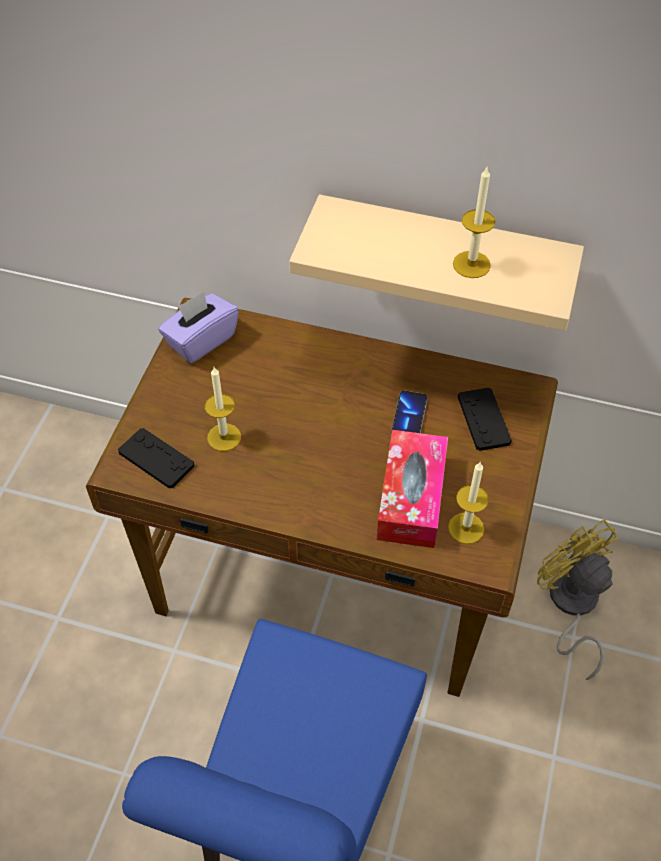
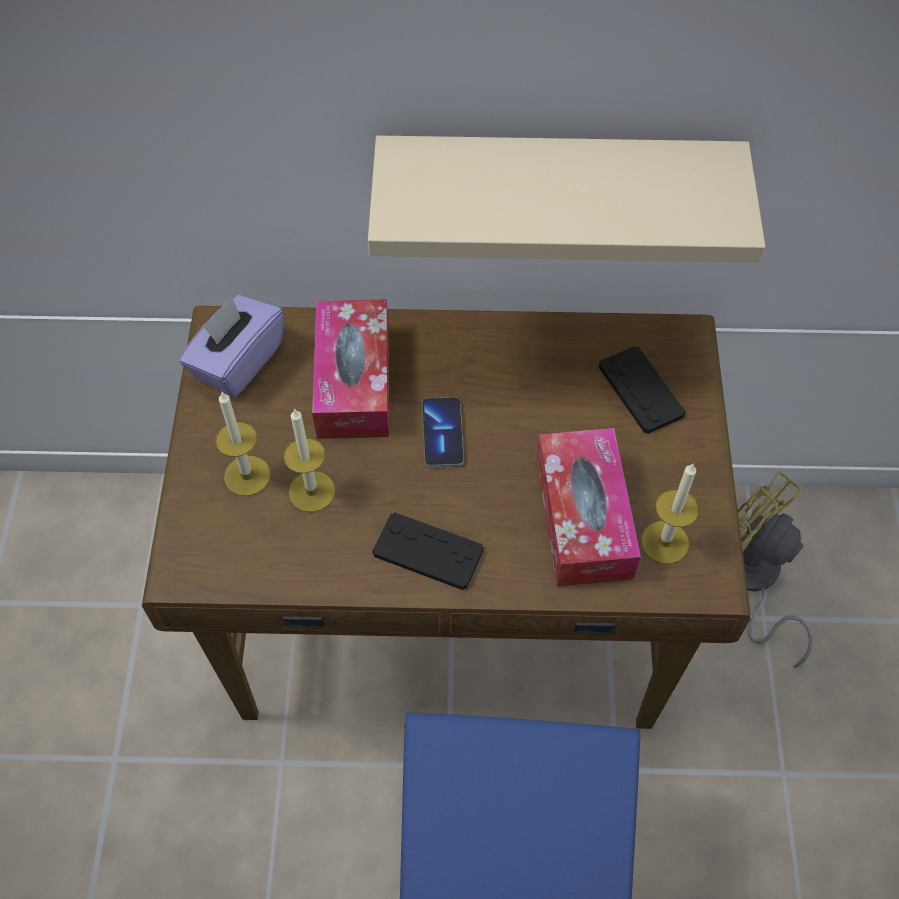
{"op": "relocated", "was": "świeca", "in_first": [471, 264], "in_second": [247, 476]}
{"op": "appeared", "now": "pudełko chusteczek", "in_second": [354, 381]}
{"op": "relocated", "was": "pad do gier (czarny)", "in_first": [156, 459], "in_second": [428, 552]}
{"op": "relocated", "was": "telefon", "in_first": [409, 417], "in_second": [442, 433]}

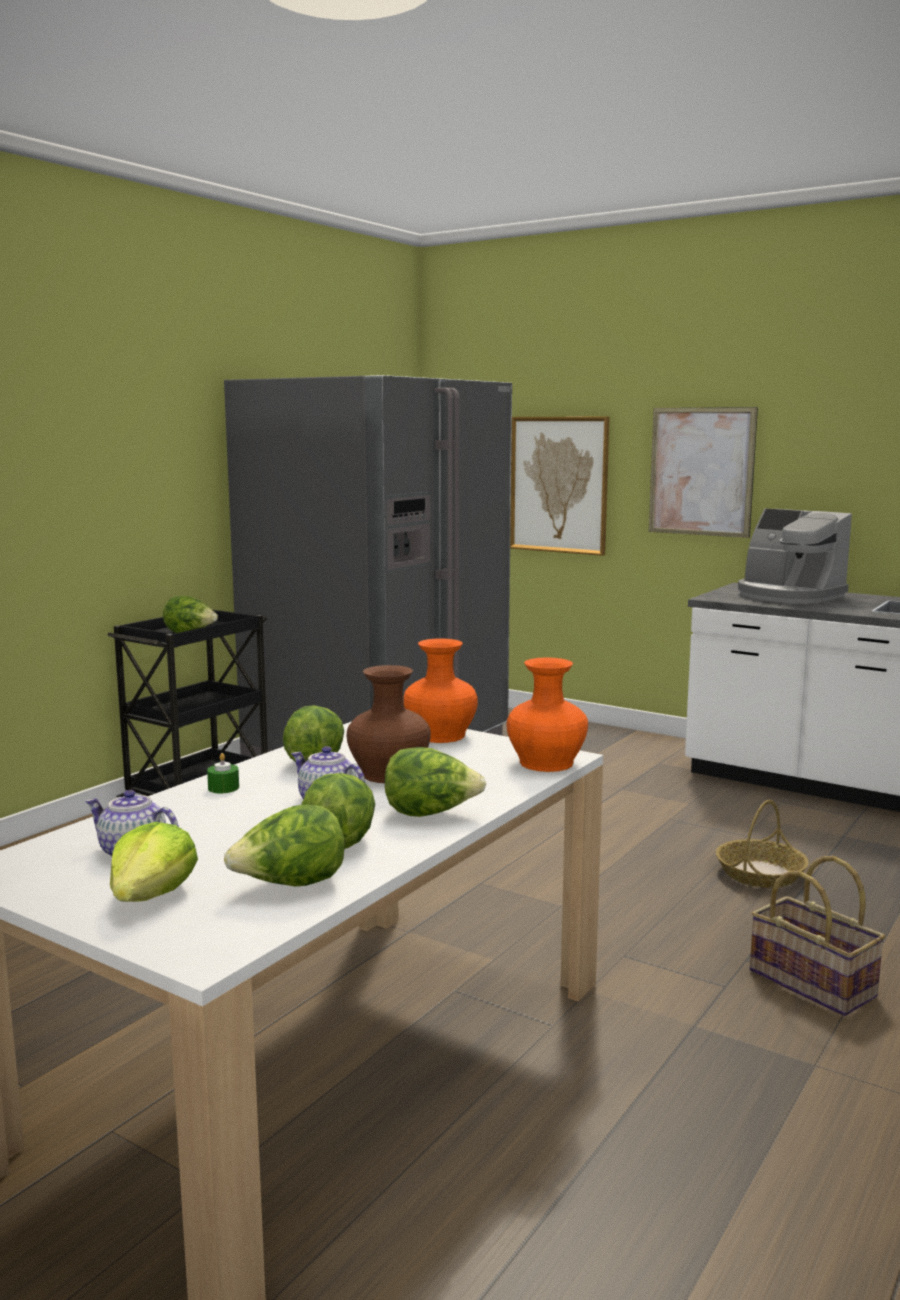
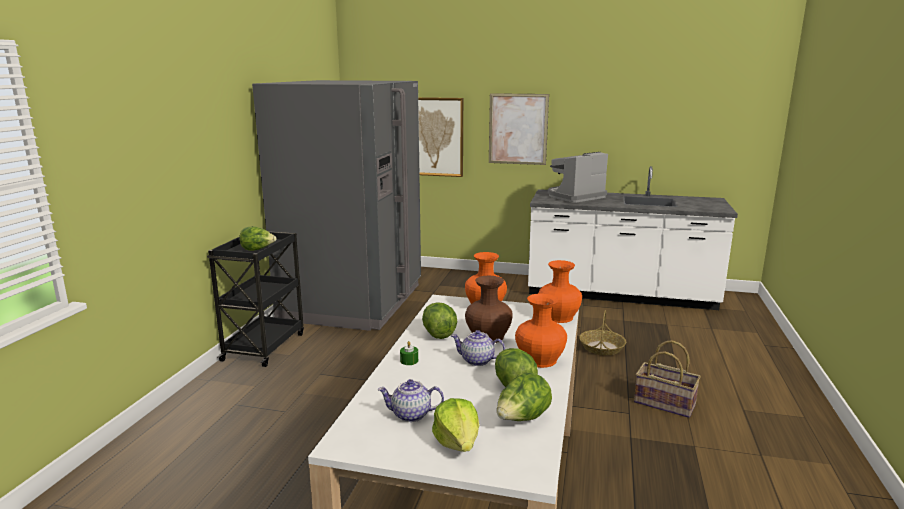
{"op": "exchanged", "was": "sałata", "now": "wazon (pomarańczowy)", "in_first": [430, 814], "in_second": [539, 359]}
{"op": "spun", "was": "ekspres do kawy", "in_first": [788, 596], "in_second": [575, 196], "clockwise": 120}

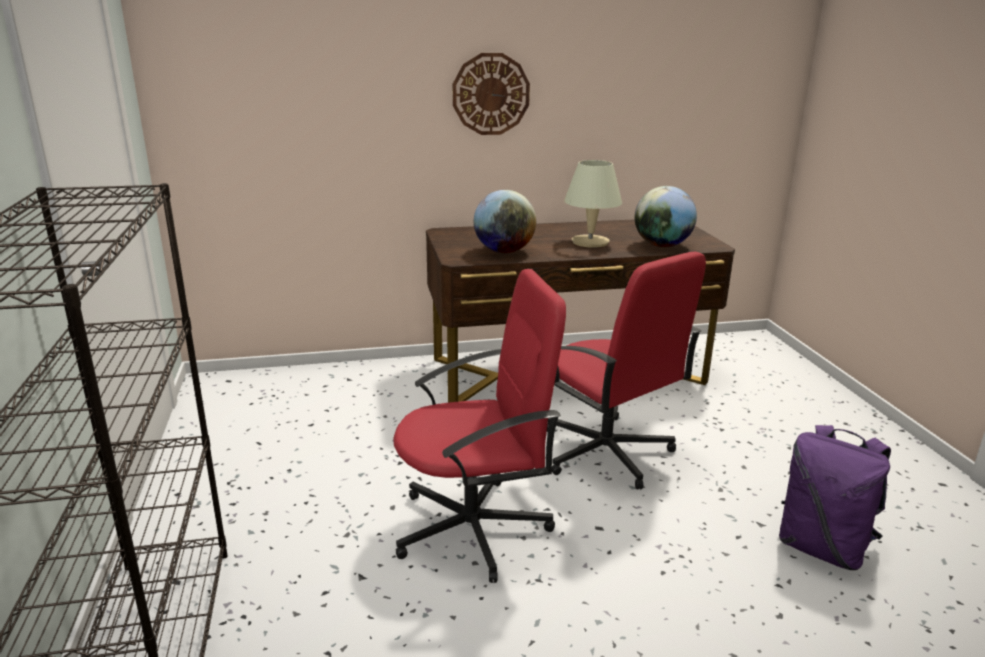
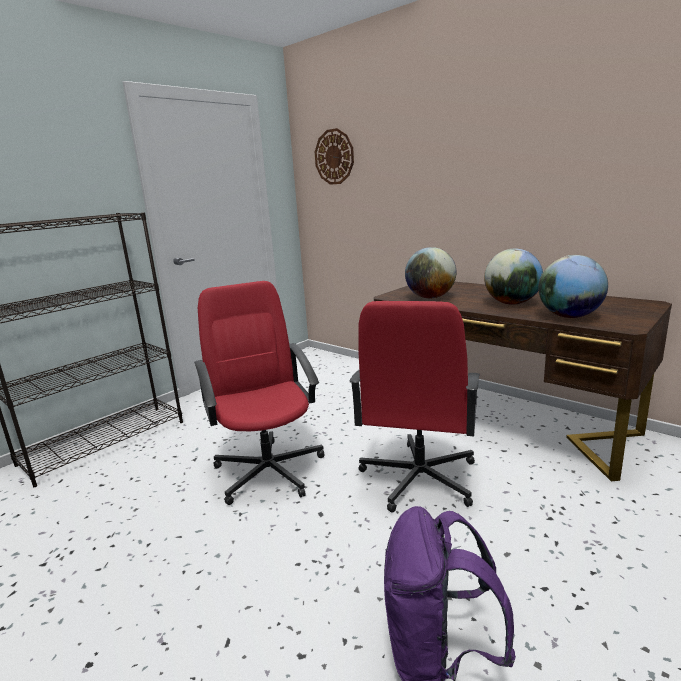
{"op": "spun", "was": "krzesło biurowe (czerwony)", "in_first": [474, 528], "in_second": [269, 470], "clockwise": -150}
{"op": "relocated", "was": "zegar ścienny", "in_first": [491, 94], "in_second": [334, 157]}
{"op": "exchanged", "was": "lampa stołowa (beżowy)", "now": "globus", "in_first": [590, 242], "in_second": [511, 303]}

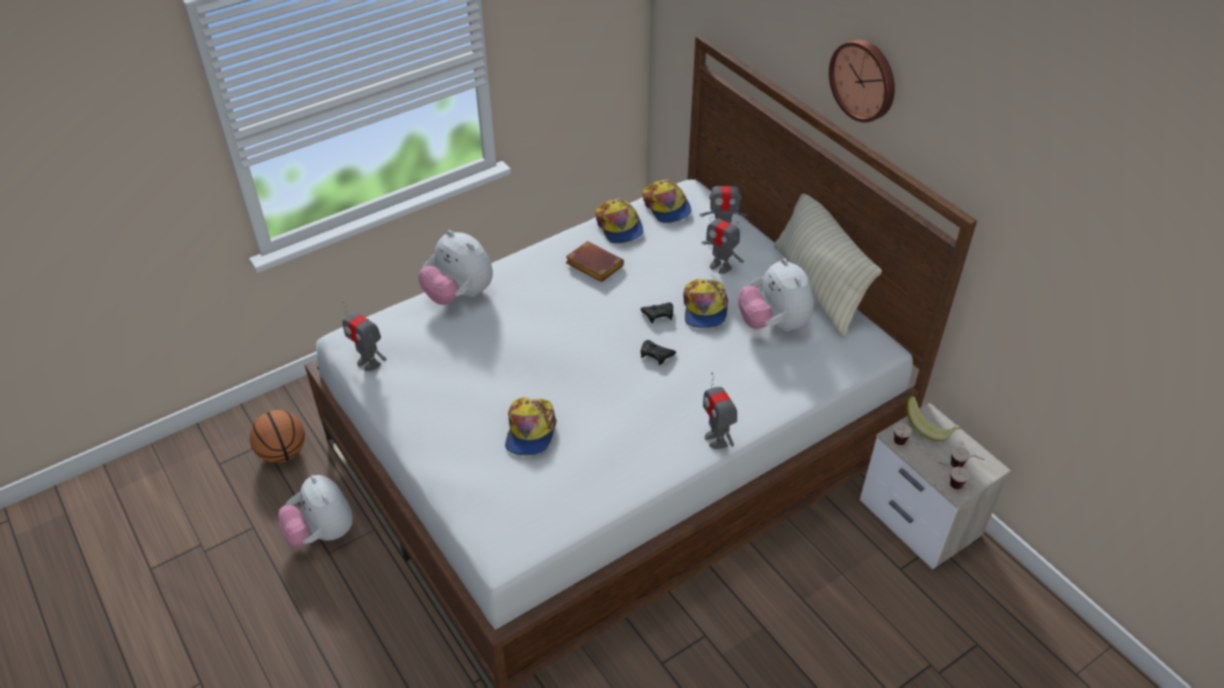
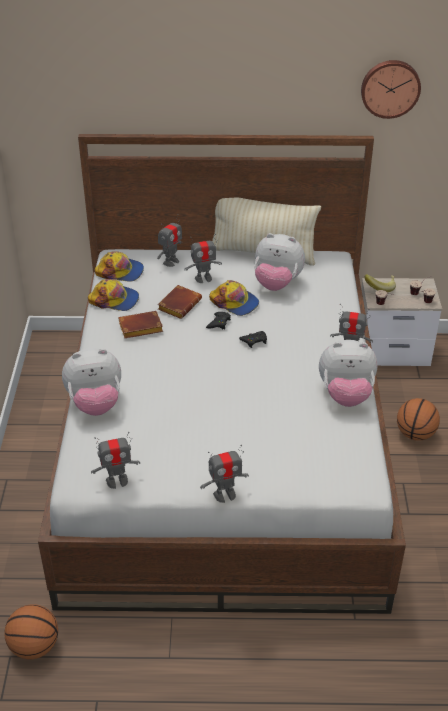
{"op": "appeared", "now": "książka (brązowy)", "in_second": [179, 304]}
{"op": "appeared", "now": "robot zabawkowy", "in_second": [224, 494]}
{"op": "relocated", "was": "pluszak", "in_first": [322, 533], "in_second": [345, 395]}
{"op": "relocated", "was": "zegar ścienny", "in_first": [864, 79], "in_second": [390, 88]}
{"op": "appeared", "now": "piłka do koszykówki", "in_second": [415, 434]}
{"op": "missing", "was": "czapka z daszkiem", "in_first": [530, 431]}

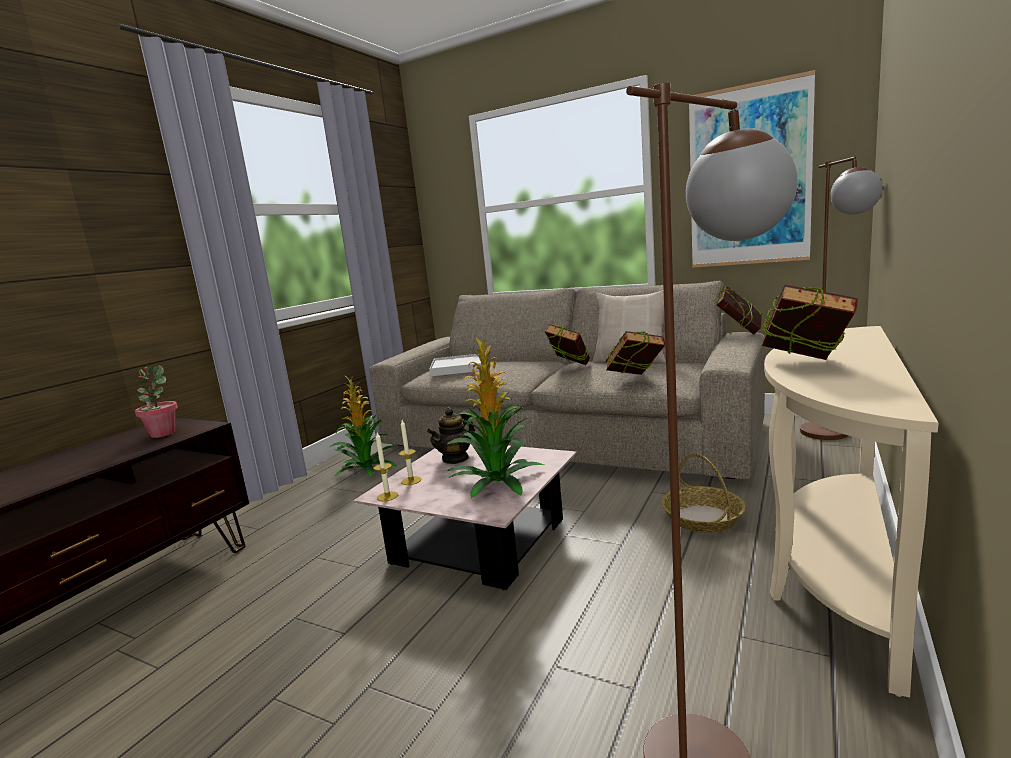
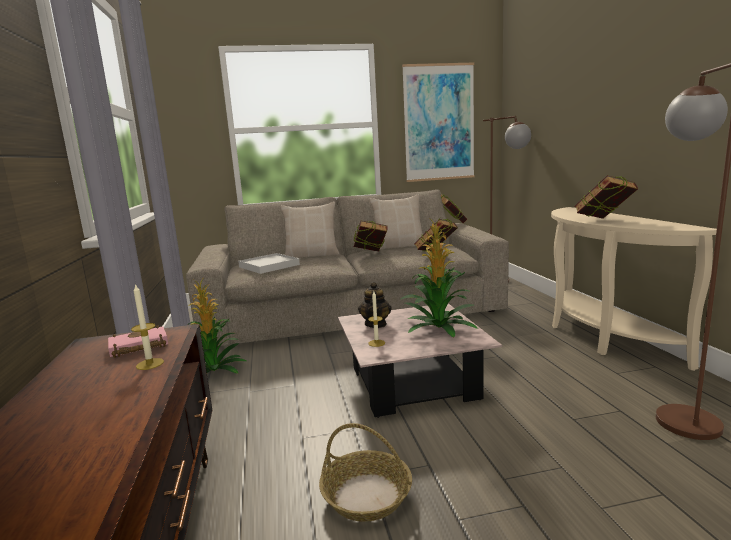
{"op": "exchanged", "was": "roślina doniczkowa", "now": "książka (różowy)", "in_first": [162, 434], "in_second": [137, 347]}
{"op": "relocated", "was": "świeca", "in_first": [387, 496], "in_second": [150, 364]}
{"op": "appeared", "now": "poduszka (beżowy)", "in_second": [312, 255]}
{"op": "relocated", "was": "koszyk", "in_first": [702, 518], "in_second": [366, 495]}

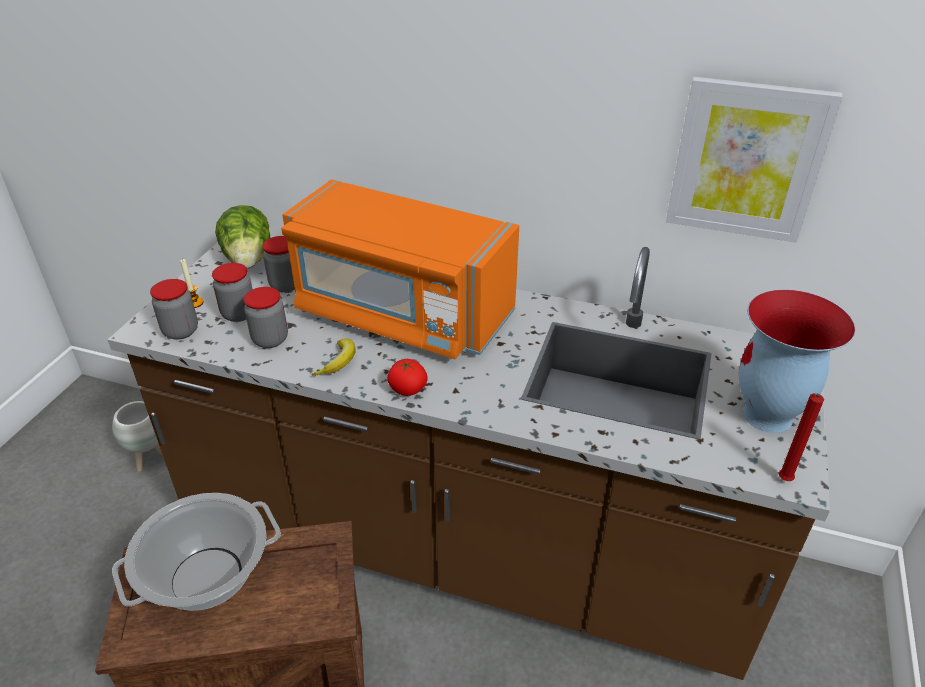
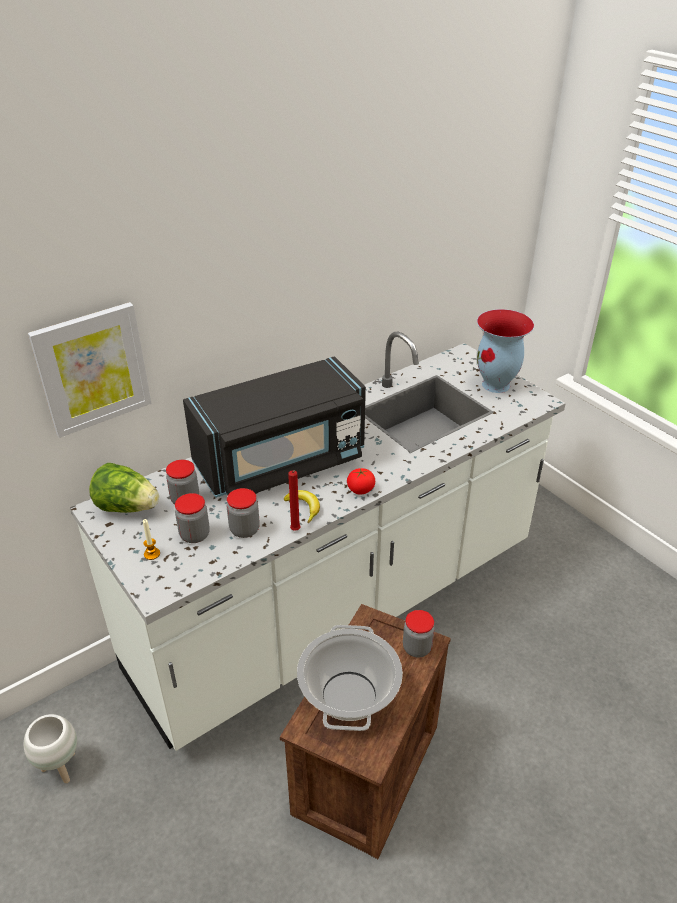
{"op": "relocated", "was": "obraz", "in_first": [747, 160], "in_second": [92, 369]}
{"op": "colour", "was": "zabudowa kuchenna (brązowy)", "now": "zabudowa kuchenna (biały)", "in_first": [462, 546], "in_second": [338, 608]}
{"op": "colour", "was": "mikrofalówka (pomarańczowy)", "now": "mikrofalówka (czarny)", "in_first": [400, 313], "in_second": [281, 462]}
{"op": "relocated", "was": "świeca (czerwony)", "in_first": [783, 481], "in_second": [295, 531]}
{"op": "relocated", "was": "słoik", "in_first": [181, 331], "in_second": [417, 648]}

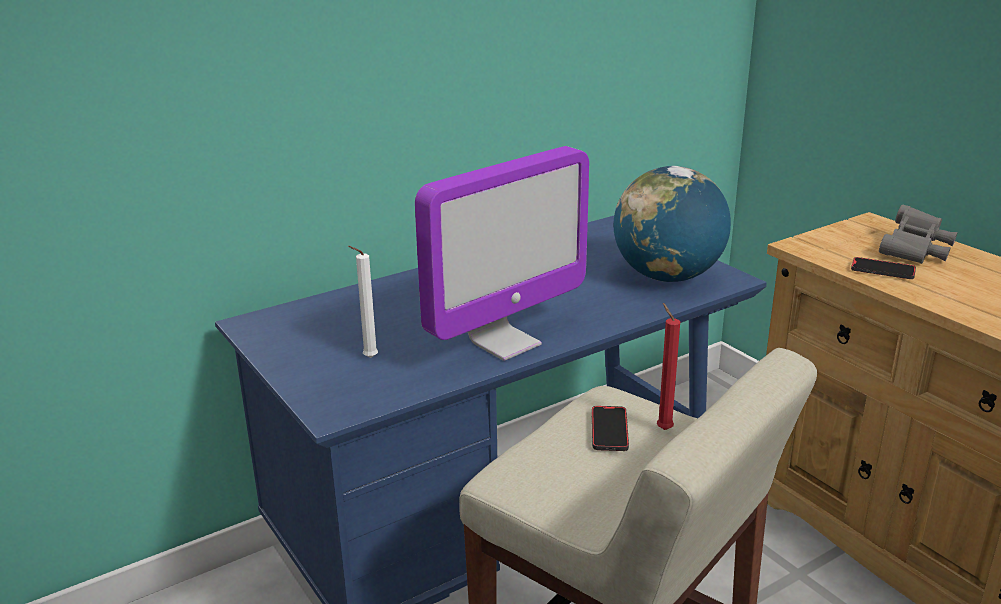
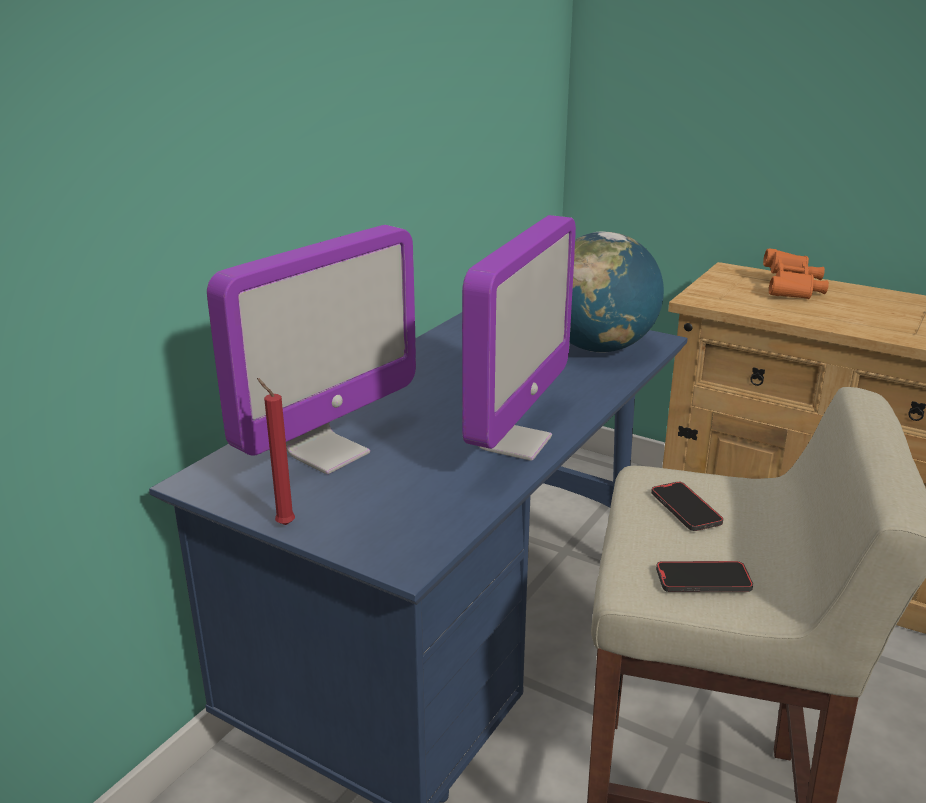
{"op": "appeared", "now": "monitor", "in_second": [327, 453]}
{"op": "relocated", "was": "świeca (czerwony)", "in_first": [662, 428], "in_second": [283, 524]}
{"op": "relocated", "was": "telefon", "in_first": [882, 271], "in_second": [703, 580]}
{"op": "colour", "was": "lornetka (szary)", "now": "lornetka (pomarańczowy)", "in_first": [915, 251], "in_second": [792, 290]}
{"op": "missing", "was": "świeca (biały)", "in_first": [368, 358]}

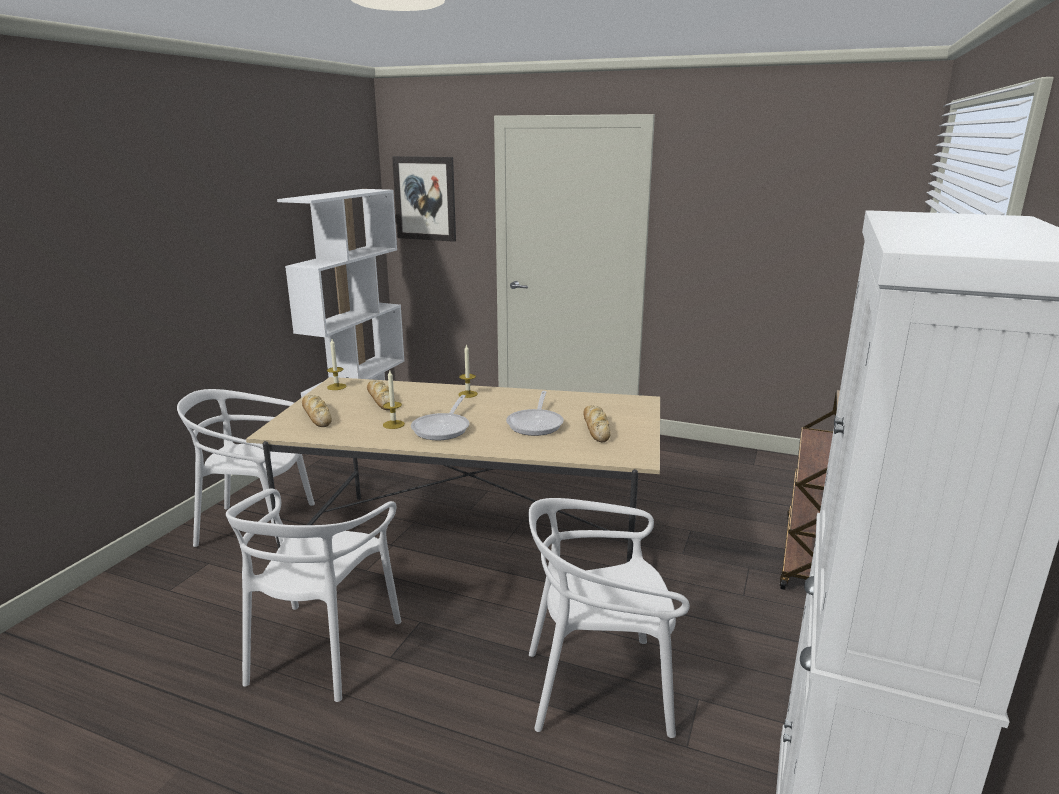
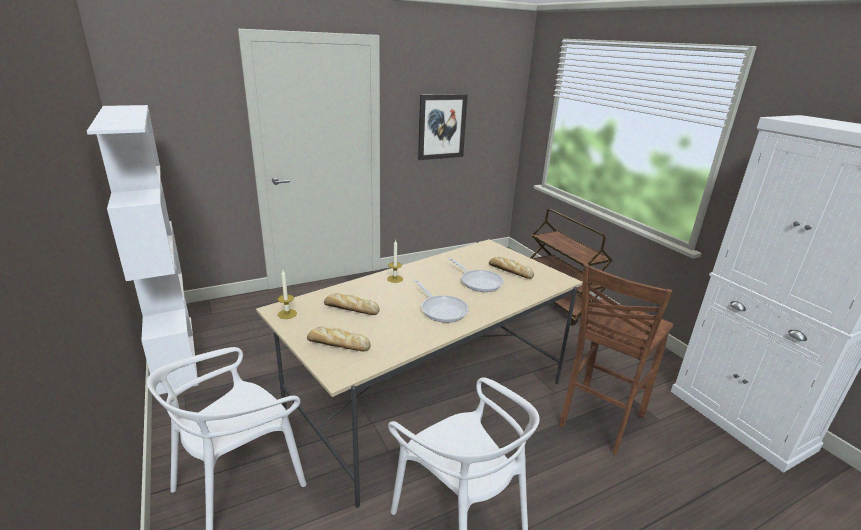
{"op": "relocated", "was": "obraz", "in_first": [425, 198], "in_second": [442, 127]}
{"op": "exchanged", "was": "krzesło (biały)", "now": "stołek (brązowy)", "in_first": [599, 687], "in_second": [598, 421]}
{"op": "missing", "was": "świeca", "in_first": [393, 424]}

